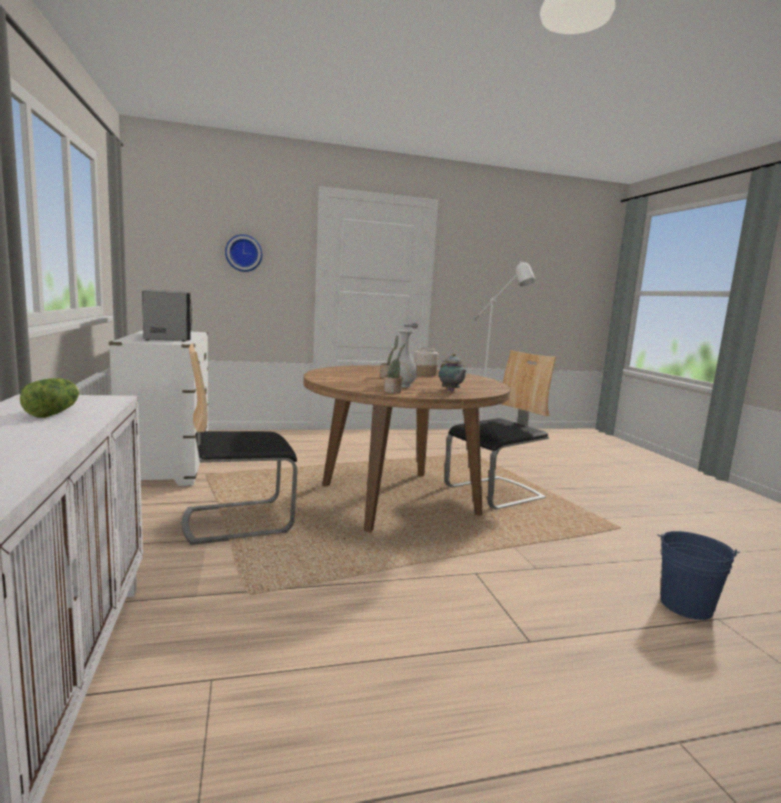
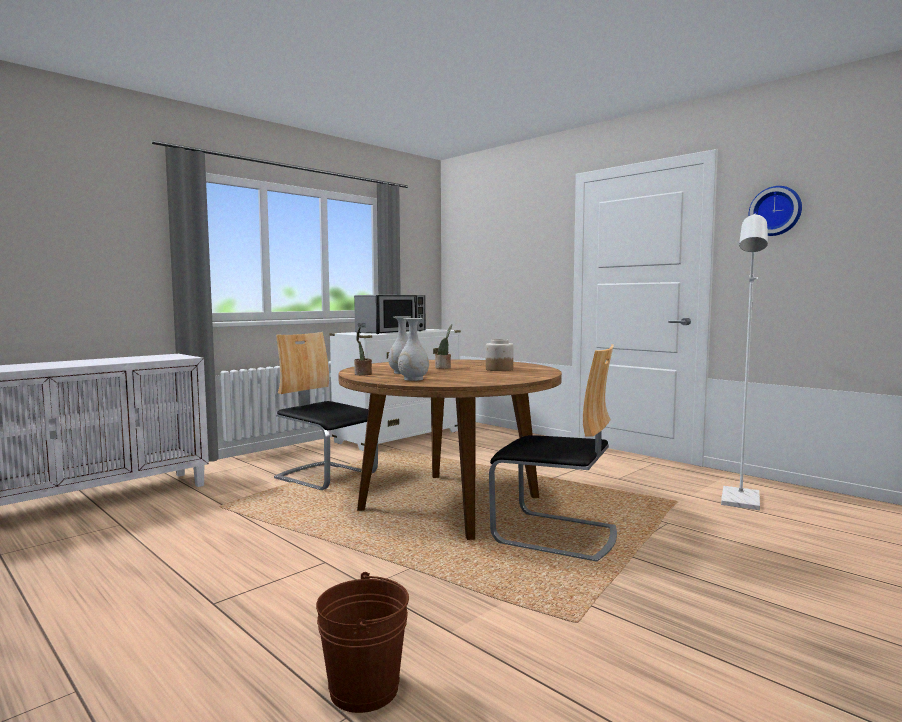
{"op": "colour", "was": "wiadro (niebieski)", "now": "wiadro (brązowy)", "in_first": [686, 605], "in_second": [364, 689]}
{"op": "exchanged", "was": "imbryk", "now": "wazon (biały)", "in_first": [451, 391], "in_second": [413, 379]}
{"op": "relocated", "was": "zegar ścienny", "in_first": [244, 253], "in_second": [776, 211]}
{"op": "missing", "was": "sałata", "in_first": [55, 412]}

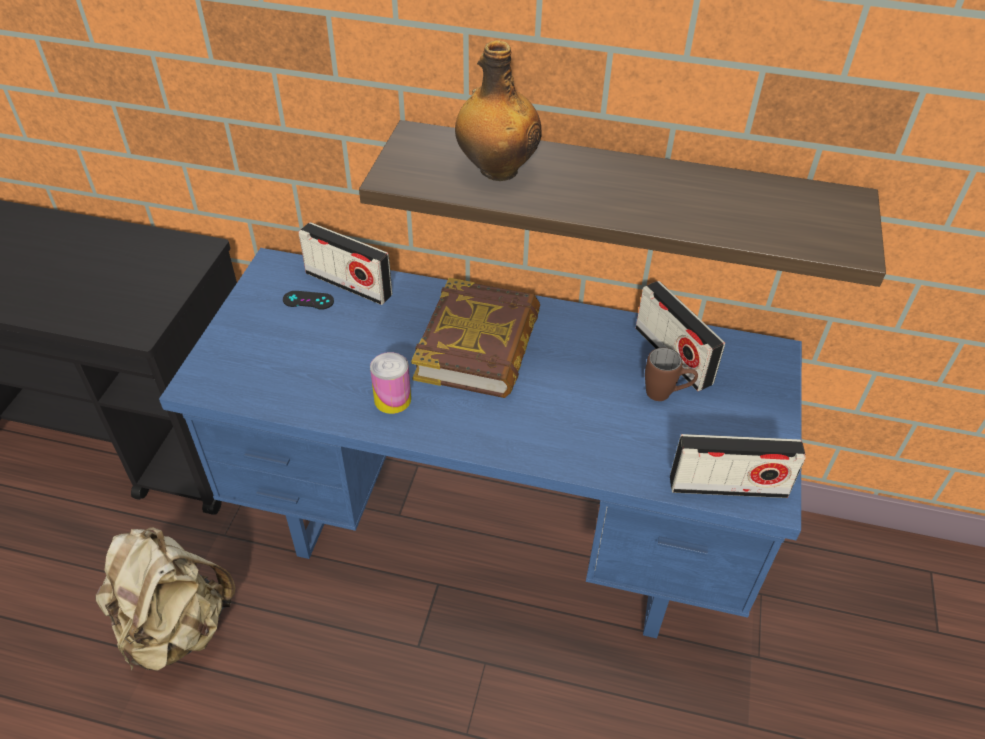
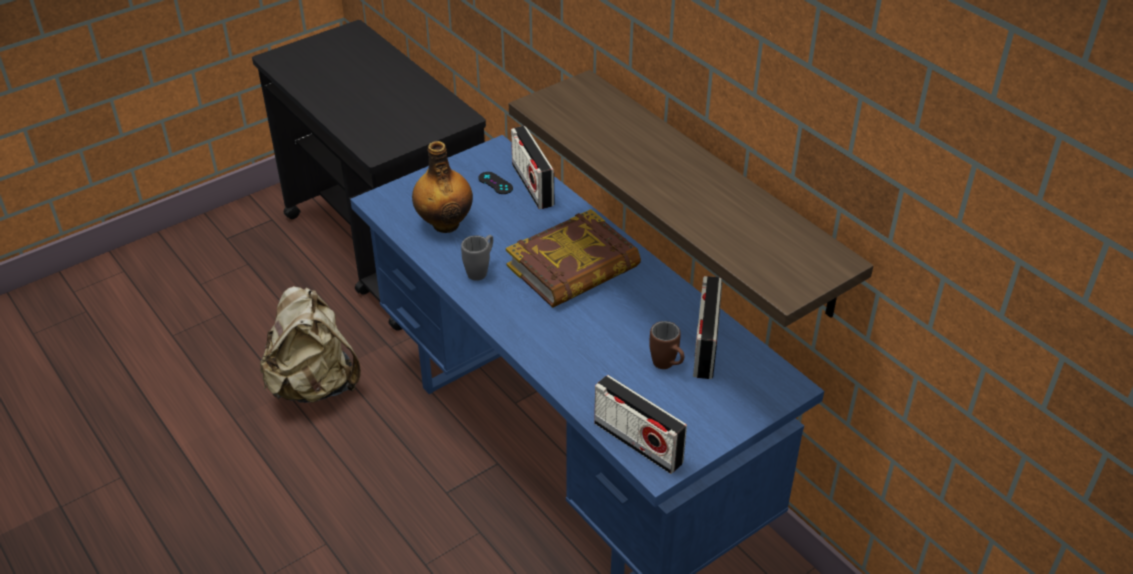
{"op": "relocated", "was": "butelka", "in_first": [497, 170], "in_second": [445, 223]}
{"op": "exchanged", "was": "puszka", "now": "kubek (szary)", "in_first": [392, 399], "in_second": [481, 270]}

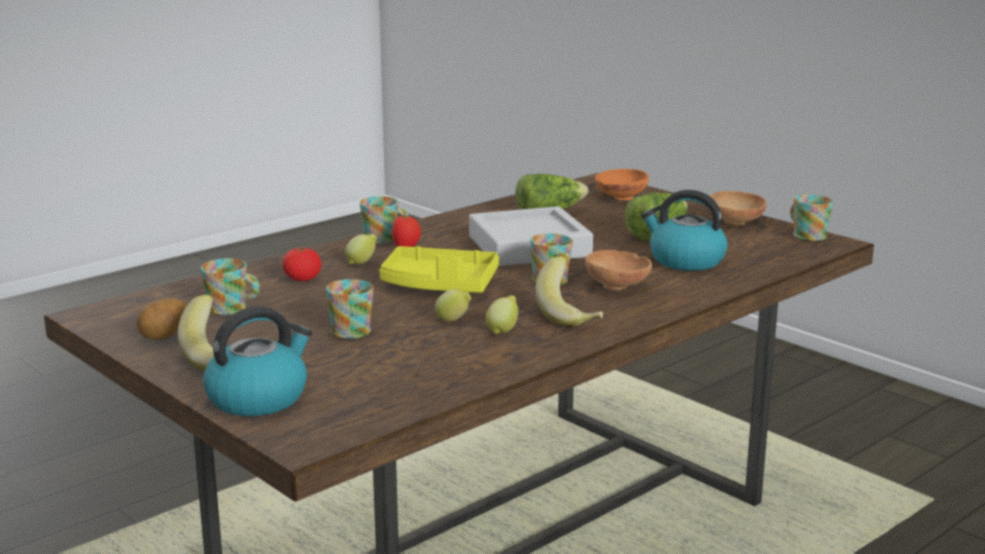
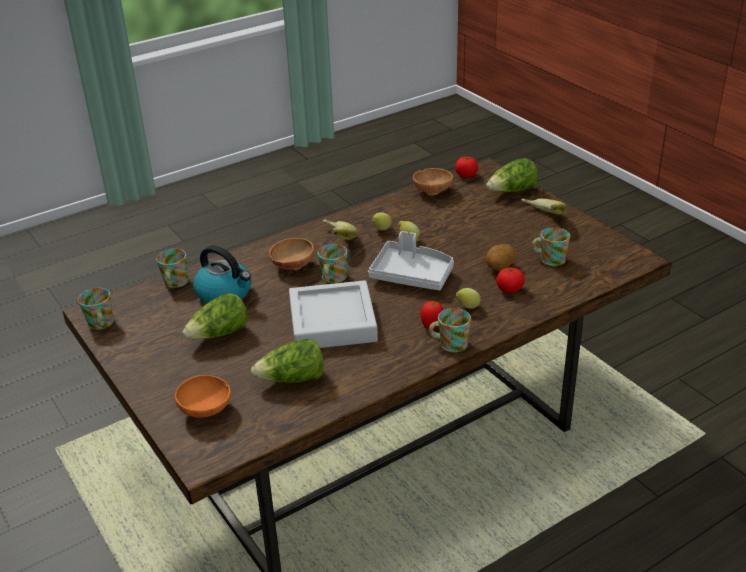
{"op": "relocated", "was": "kubek", "in_first": [352, 329], "in_second": [174, 283]}
{"op": "colour", "was": "taca (żółty)", "now": "taca (szary)", "in_first": [439, 285], "in_second": [412, 275]}
{"op": "relocated", "was": "miska (brązowy)", "in_first": [735, 224], "in_second": [433, 191]}
{"op": "appeared", "now": "pomidor", "in_second": [466, 175]}
{"op": "exchanged", "was": "czajnik", "now": "sałata", "in_first": [258, 398], "in_second": [512, 191]}
{"op": "relocated", "was": "ziemniak", "in_first": [165, 337], "in_second": [499, 267]}

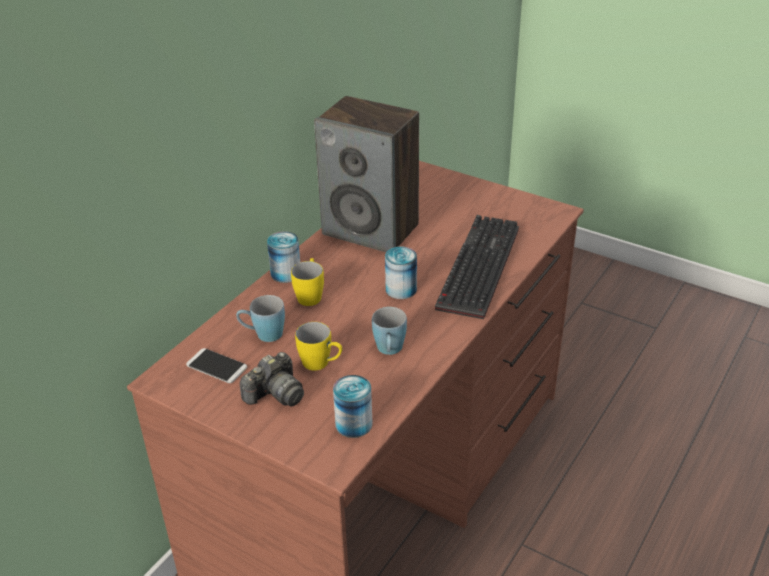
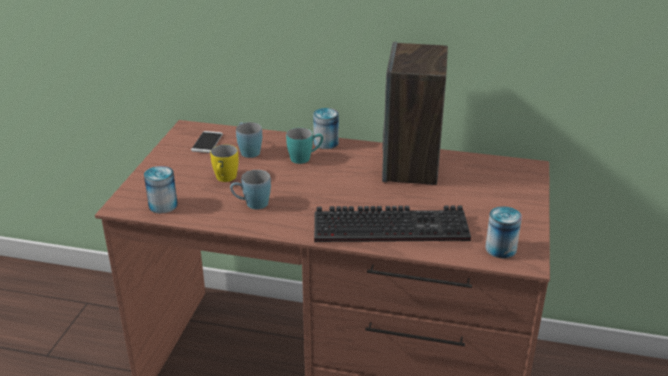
{"op": "colour", "was": "kubek (żółty)", "now": "kubek (turkusowy)", "in_first": [310, 294], "in_second": [305, 158]}
{"op": "relocated", "was": "puszka", "in_first": [401, 289], "in_second": [500, 249]}
{"op": "missing", "was": "aparat fotograficzny", "in_first": [275, 394]}

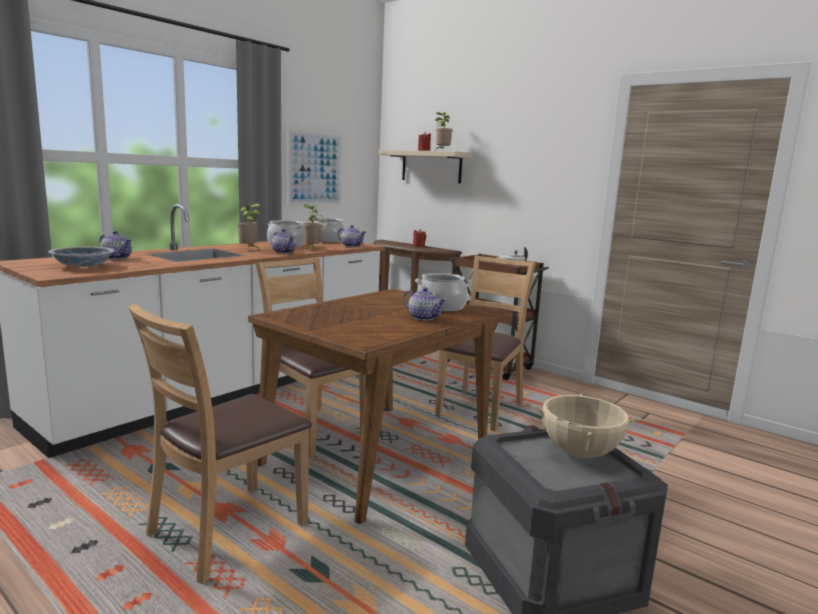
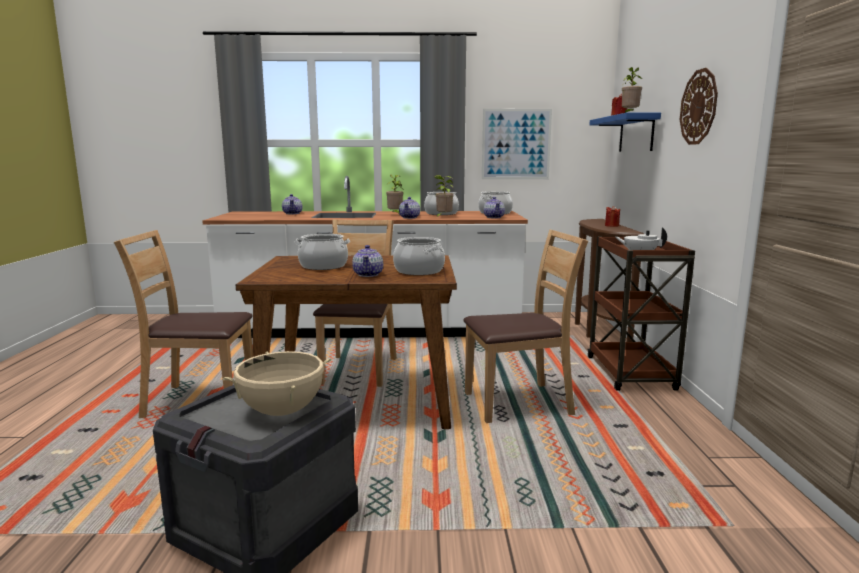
{"op": "appeared", "now": "garnek", "in_second": [323, 266]}
{"op": "colour", "was": "półka (beżowy)", "now": "półka (niebieski)", "in_first": [431, 166], "in_second": [636, 134]}
{"op": "appeared", "now": "zegar ścienny", "in_second": [699, 107]}
{"op": "missing", "was": "miska", "in_first": [83, 266]}

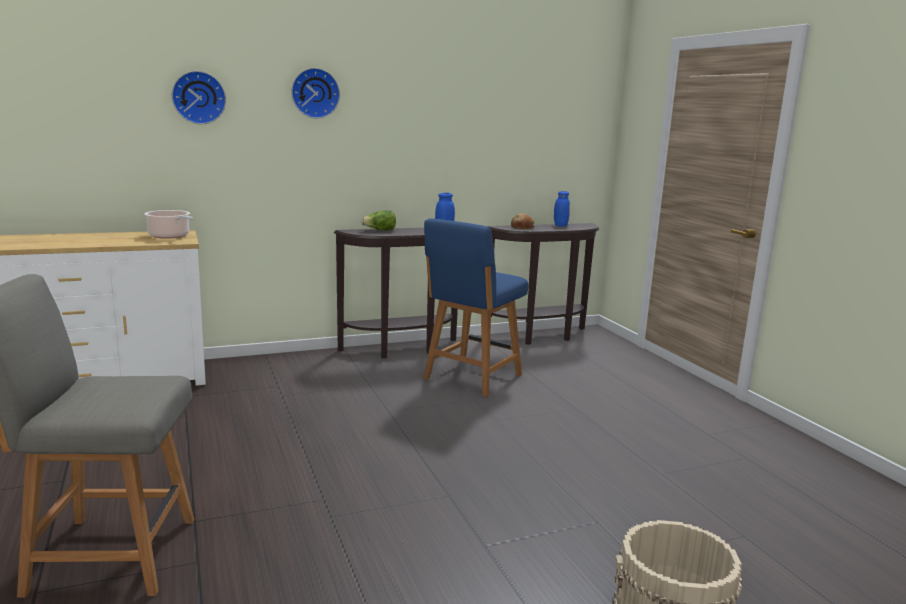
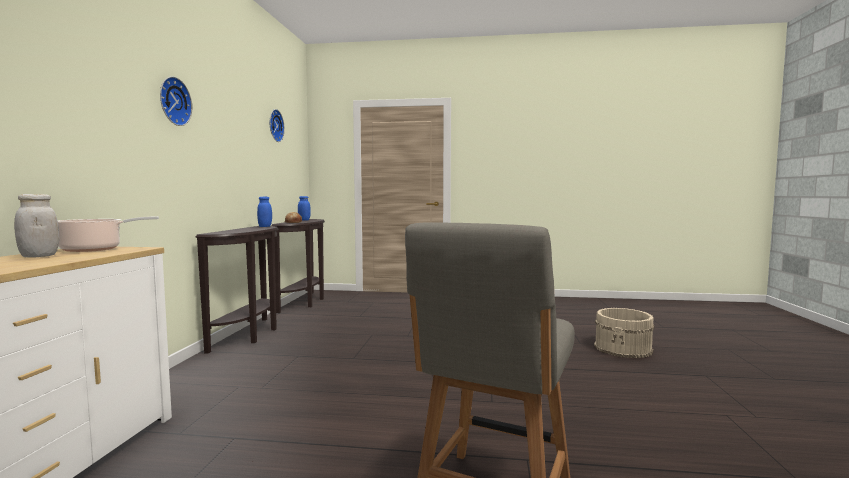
{"op": "appeared", "now": "słoik (biały)", "in_second": [39, 256]}
{"op": "relocated", "was": "zegar ścienny", "in_first": [199, 97], "in_second": [274, 125]}
{"op": "missing", "was": "sałata", "in_first": [380, 230]}
{"op": "missing", "was": "krzesło (niebieski)", "in_first": [471, 378]}

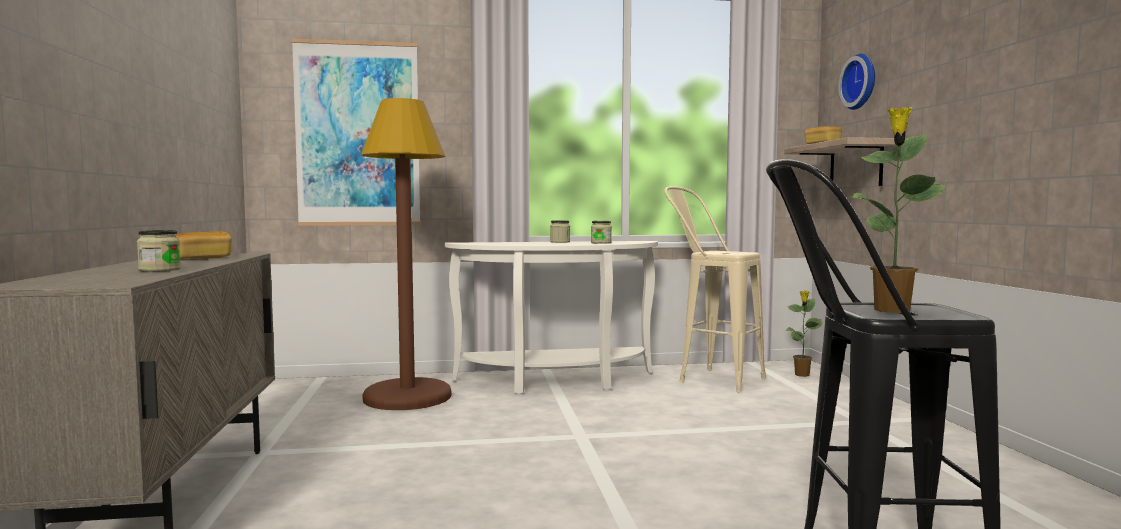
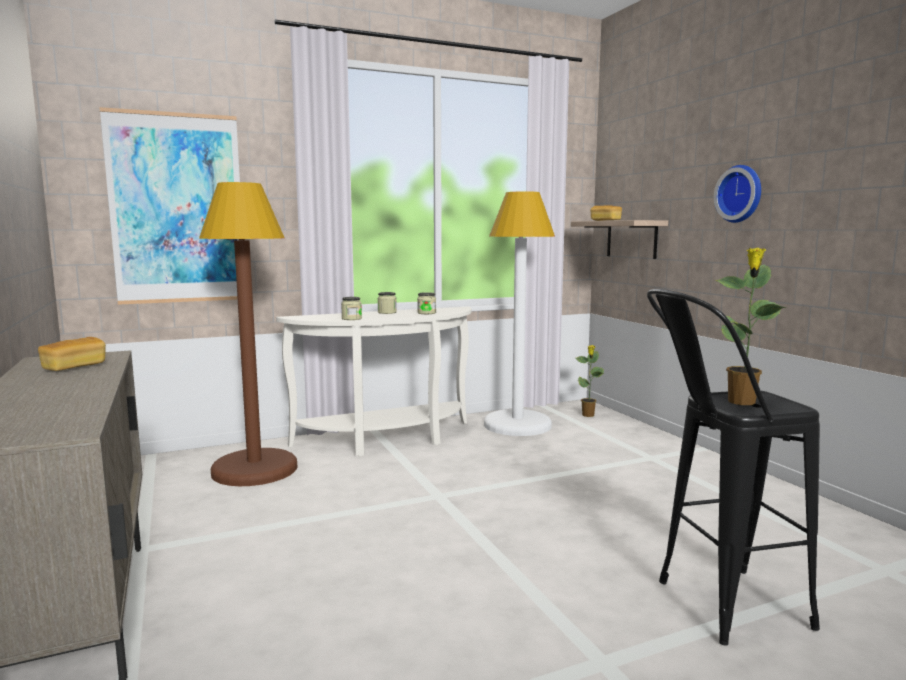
{"op": "relocated", "was": "słoik", "in_first": [160, 269], "in_second": [351, 318]}
{"op": "exchanged", "was": "stołek (beżowy)", "now": "lampa stojąca (biały)", "in_first": [710, 378], "in_second": [517, 425]}
{"op": "relocated", "was": "zegar ścienny", "in_first": [861, 82], "in_second": [741, 194]}

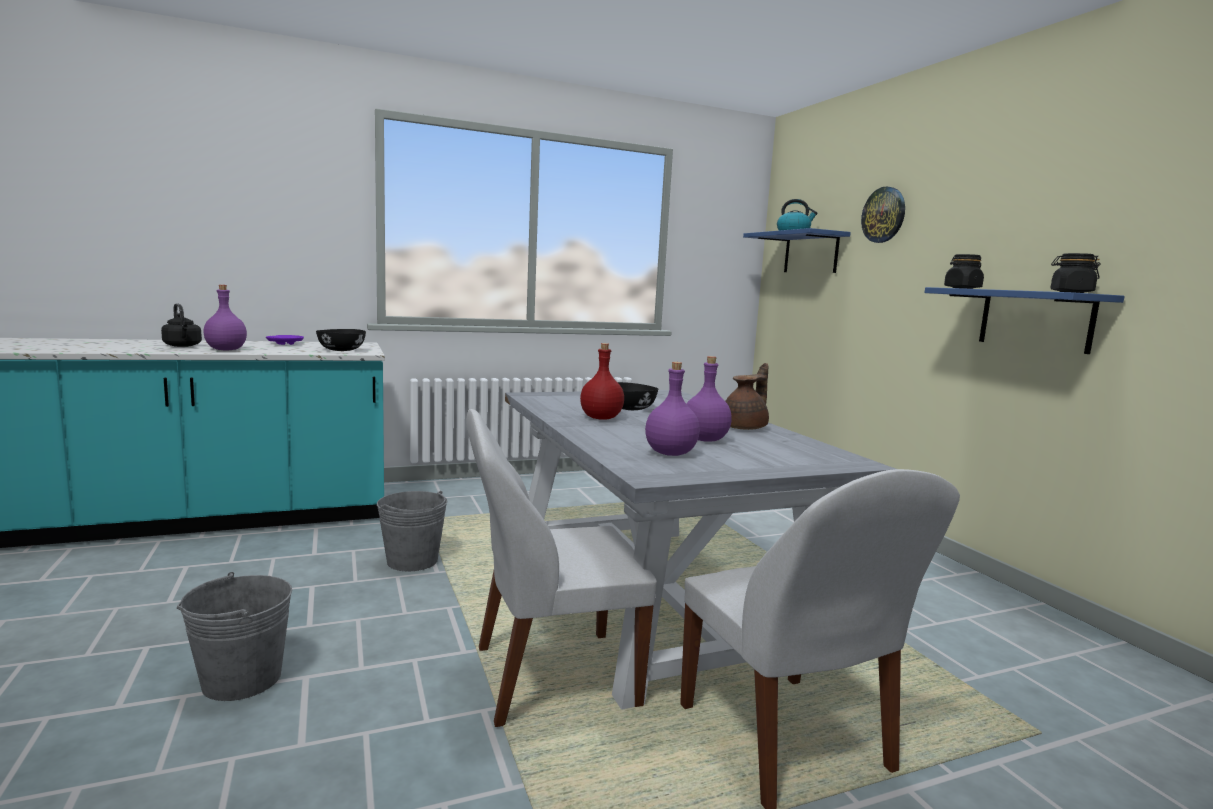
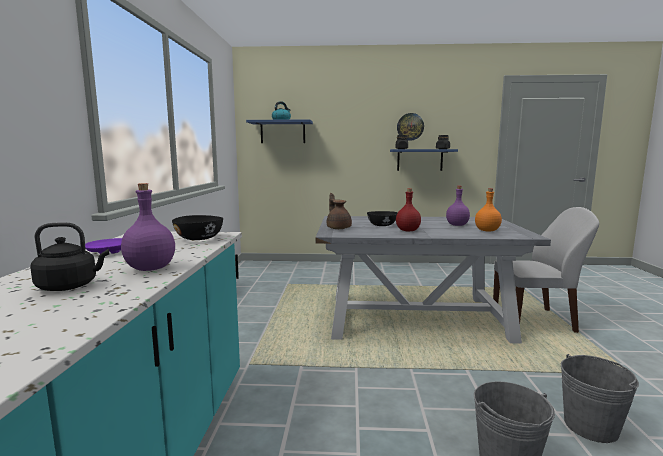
{"op": "relocated", "was": "imbryk (brązowy)", "in_first": [745, 427], "in_second": [338, 228]}
{"op": "relocated", "was": "zegar ścienny", "in_first": [884, 215], "in_second": [410, 127]}
{"op": "colour", "was": "butelka (fioletowy)", "now": "butelka (pomarańczowy)", "in_first": [669, 453], "in_second": [487, 231]}
{"op": "relocated", "was": "wiadro (szary)", "in_first": [412, 561], "in_second": [590, 426]}
{"op": "missing", "was": "krzesło (biały)", "in_first": [549, 676]}

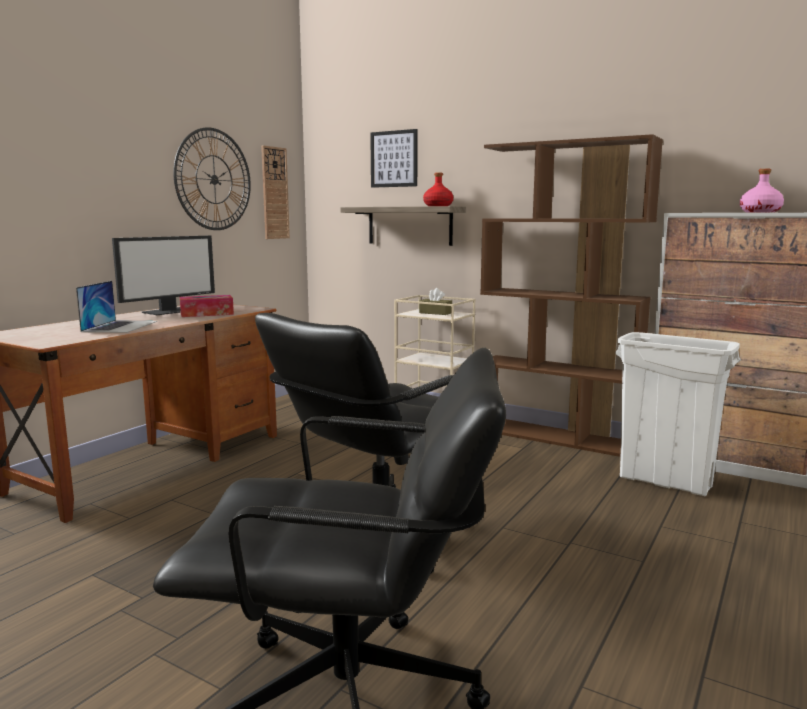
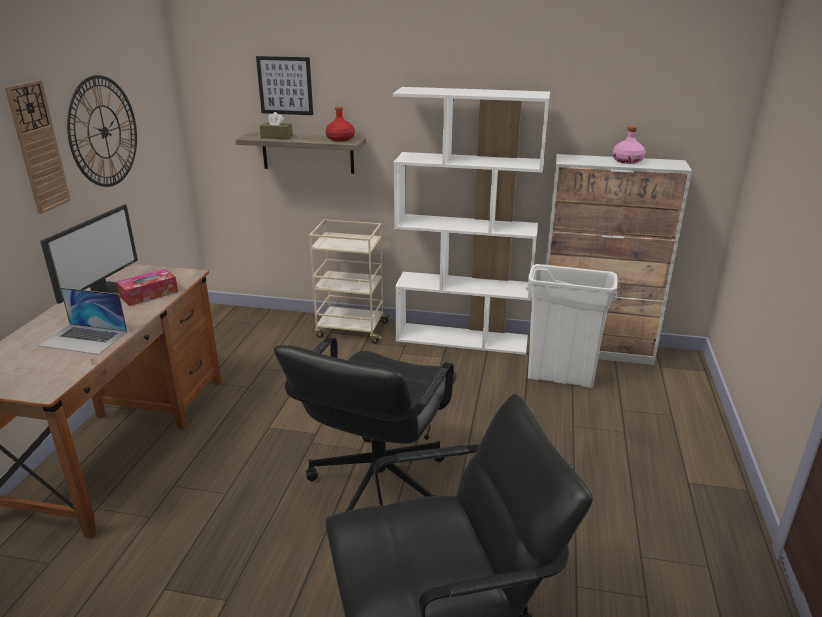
{"op": "relocated", "was": "zegar ścienny", "in_first": [274, 193], "in_second": [38, 147]}
{"op": "spun", "was": "laptop", "in_first": [120, 326], "in_second": [84, 339], "clockwise": 120}
{"op": "relocated", "was": "pudełko chusteczek (brązowy)", "in_first": [435, 313], "in_second": [276, 137]}
{"op": "colour", "was": "regał (brązowy)", "now": "regał (biały)", "in_first": [556, 437], "in_second": [462, 338]}

